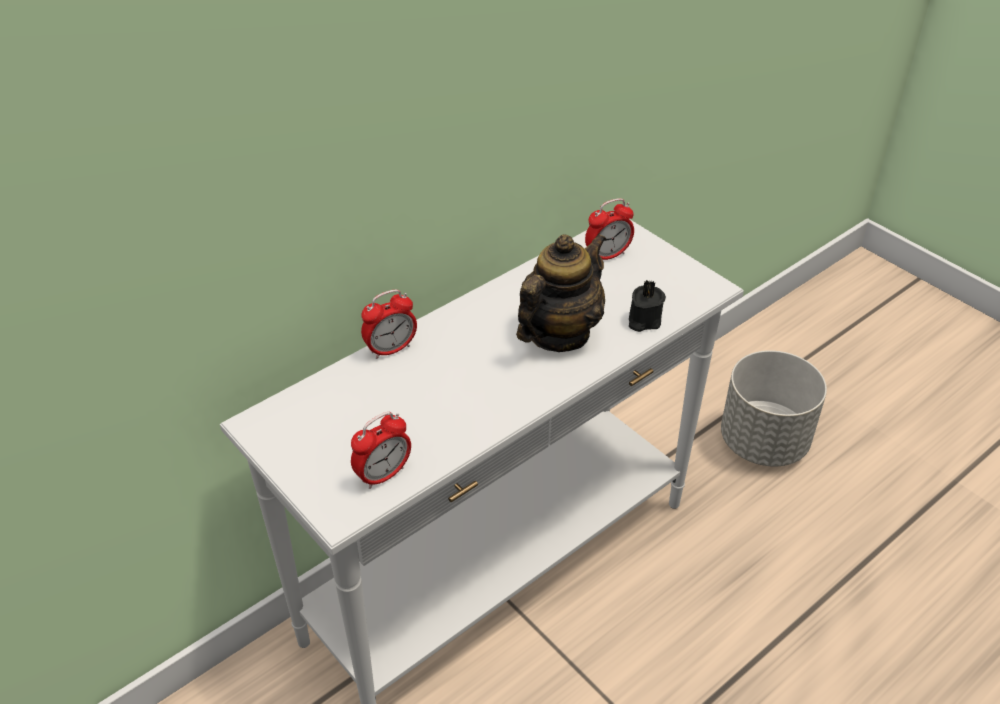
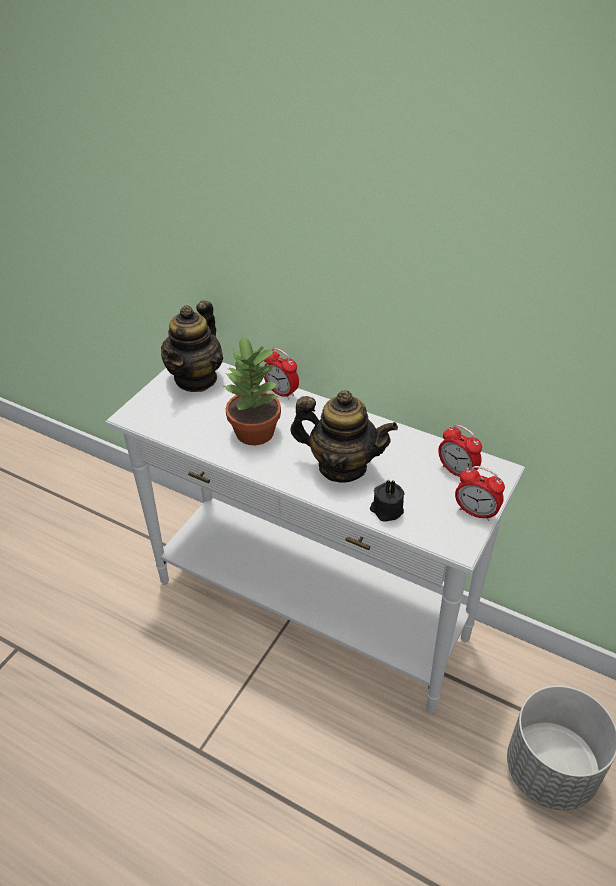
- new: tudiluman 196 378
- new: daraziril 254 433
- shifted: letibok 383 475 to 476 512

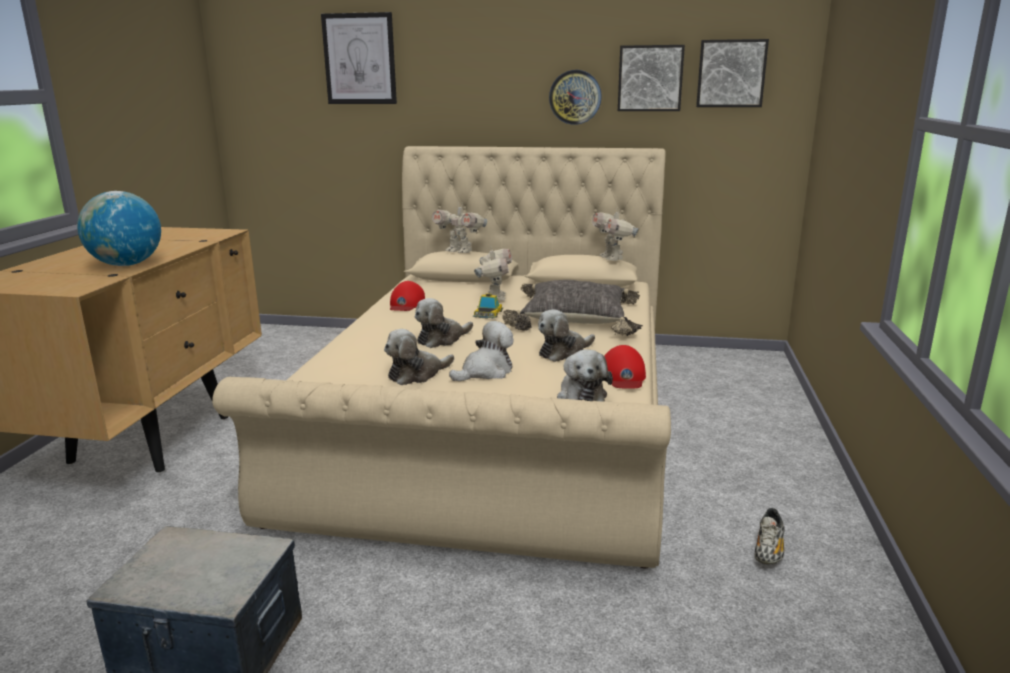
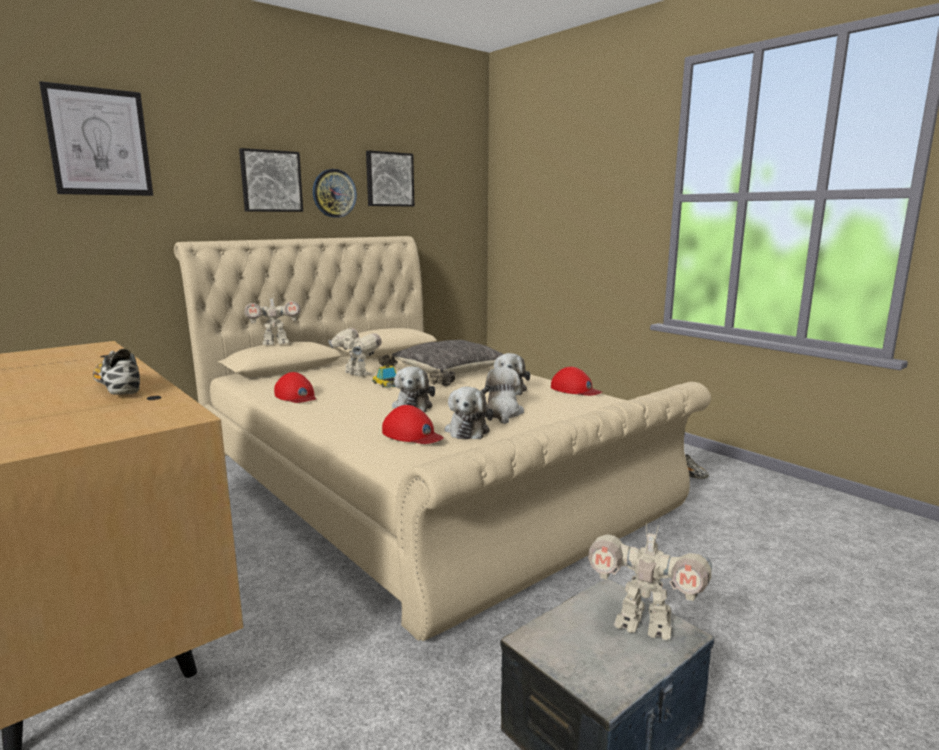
- swapped: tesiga 126 264 to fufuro 119 388
- shifted: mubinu 731 73 to 271 181
- new: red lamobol 412 434
- shifted: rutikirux 612 258 to 643 624
- gone: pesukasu 581 395

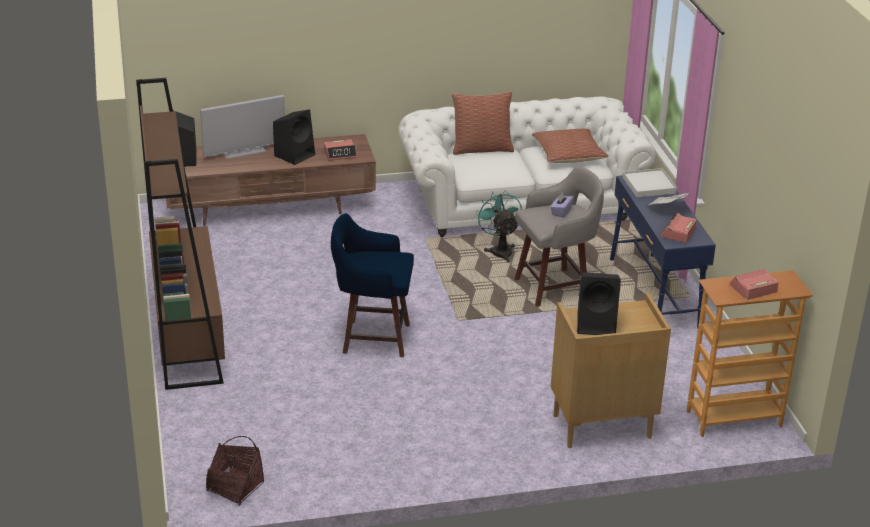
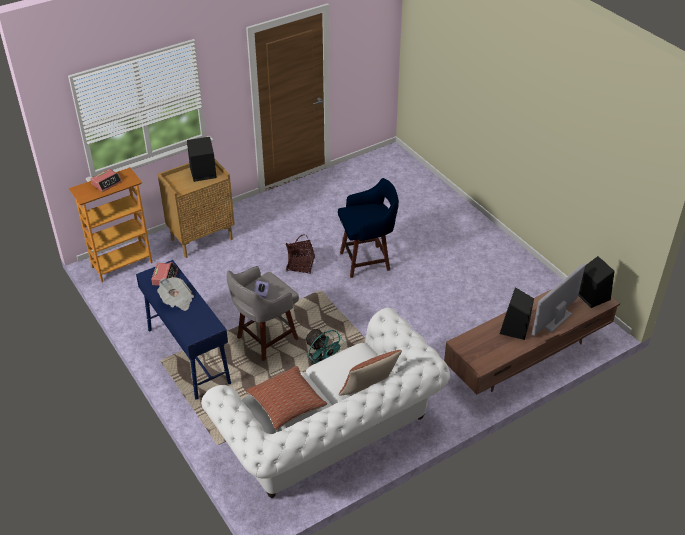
- shifted: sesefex 235 487 to 300 265
- gone: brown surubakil 188 335
- gone: letibok 340 154
- gone: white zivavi 649 185

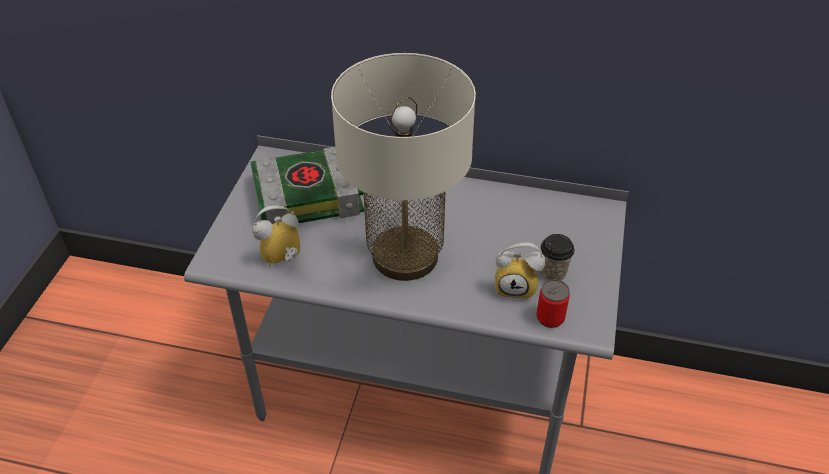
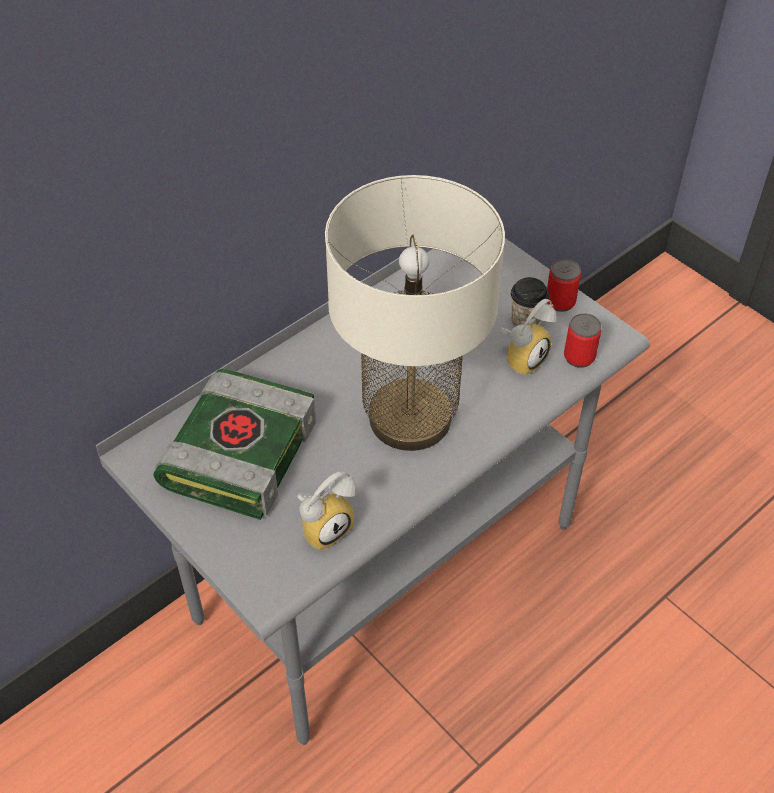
- rotated: letibok 283 261 = 325 526 135 degrees counterclockwise
- new: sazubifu 560 302

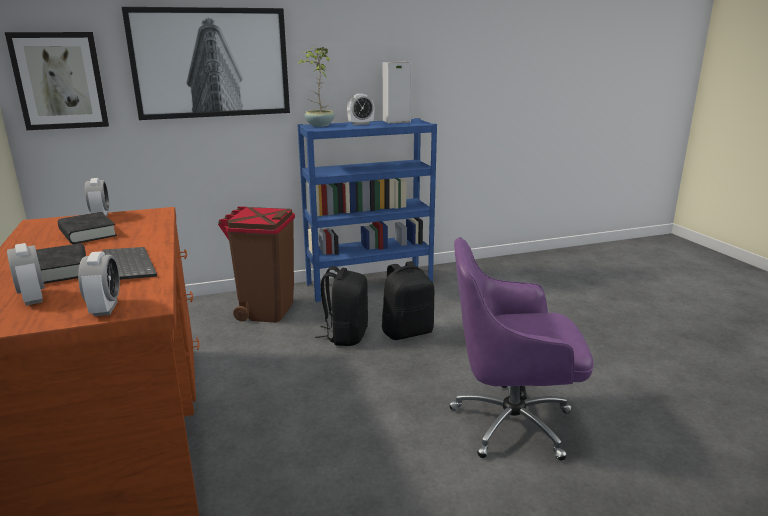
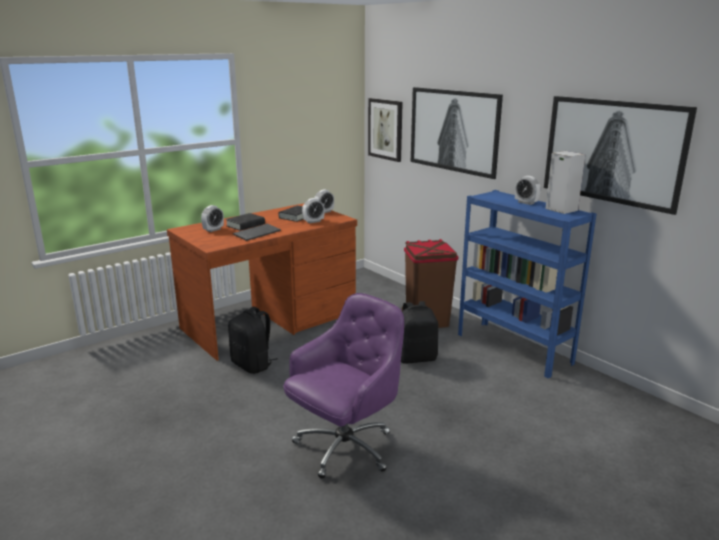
- shifted: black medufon 407 332 to 253 365
- rotated: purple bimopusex 511 422 = 345 447 60 degrees clockwise
- shifted: letibok 105 308 to 313 221
- new: mubinu 613 151
- gone: daraziril 319 125

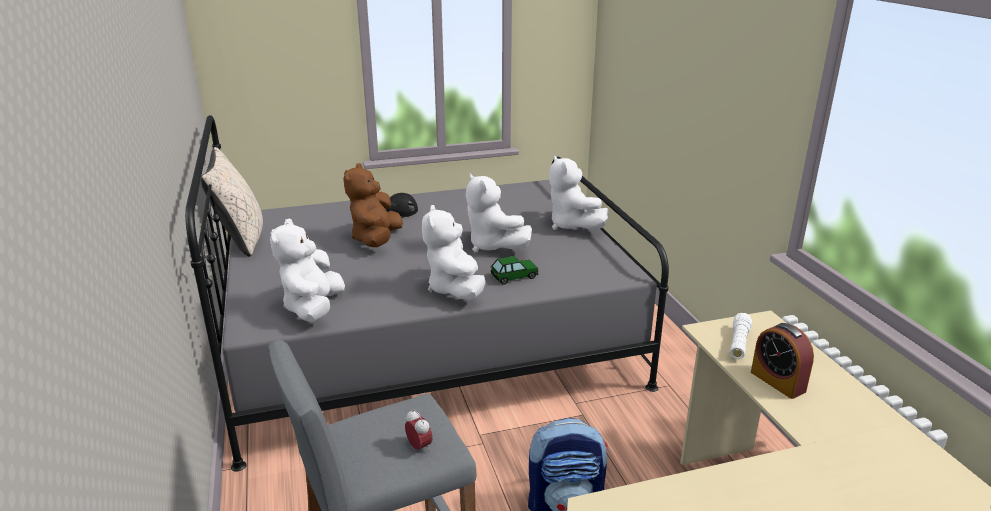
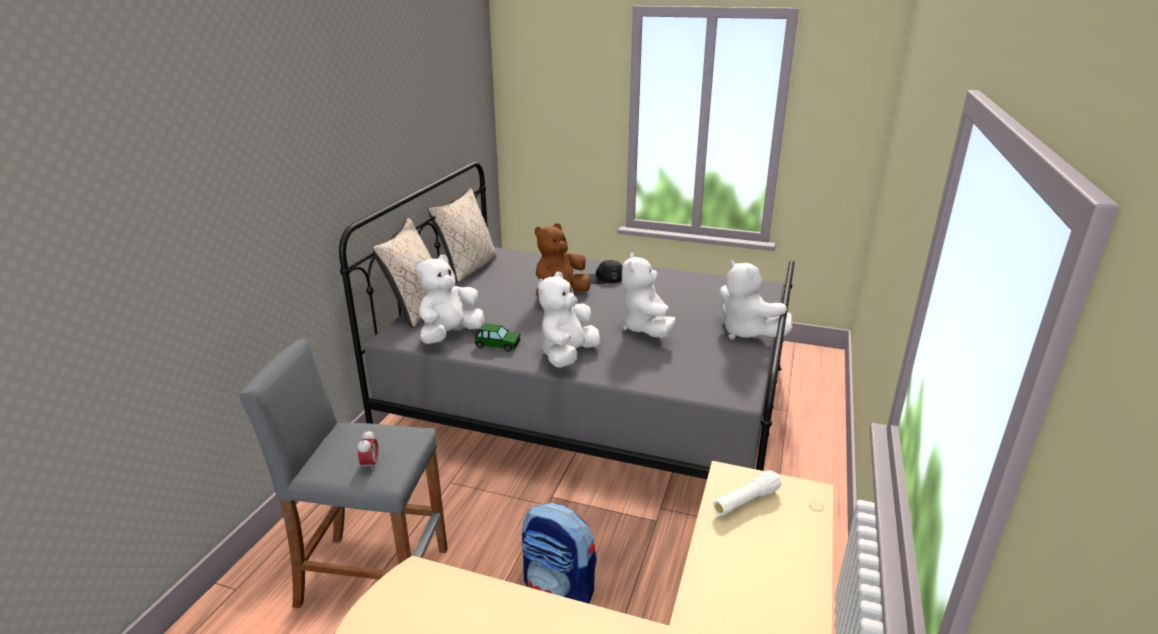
- new: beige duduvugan 416 309
- shifted: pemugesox 514 276 to 498 344
- rotated: white pesukasu 572 225 = 746 332 45 degrees counterclockwise
- gone: letibok 777 381

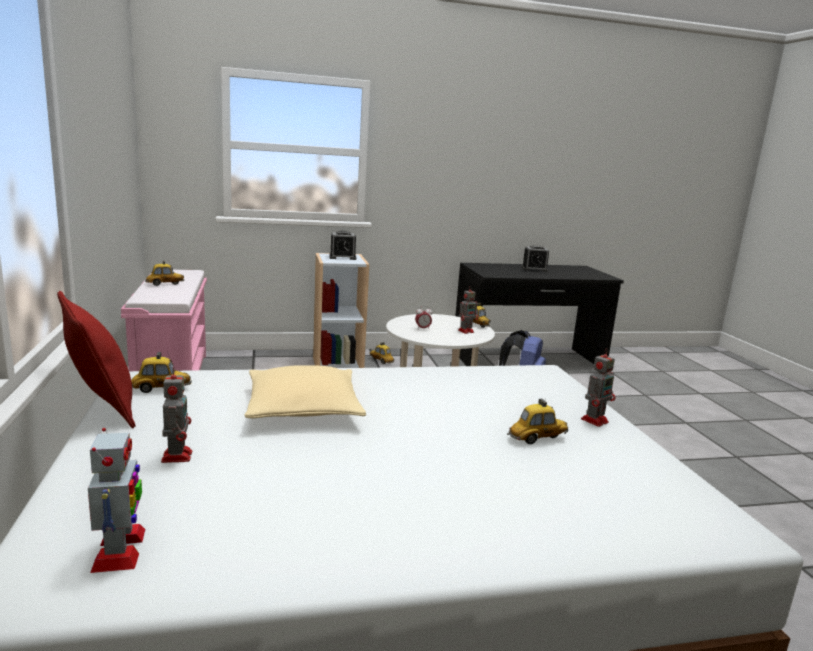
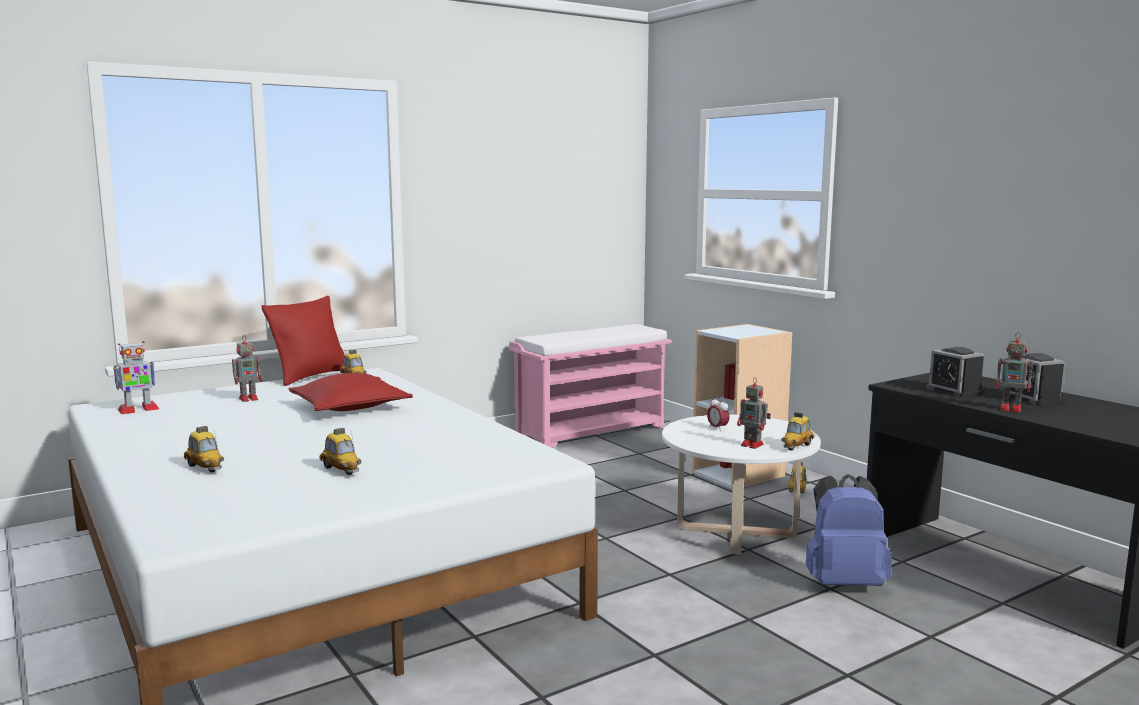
- shifted: pemugesox 165 284 to 205 467
- repainted: beige duduvugan 303 407 to red duduvugan 350 407
- shifted: letibok 342 257 to 954 390
- shifted: rutikirux 595 420 to 1012 409

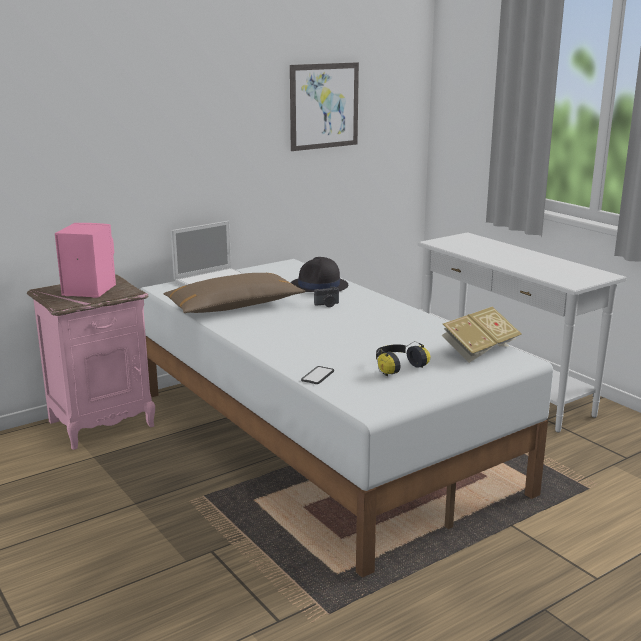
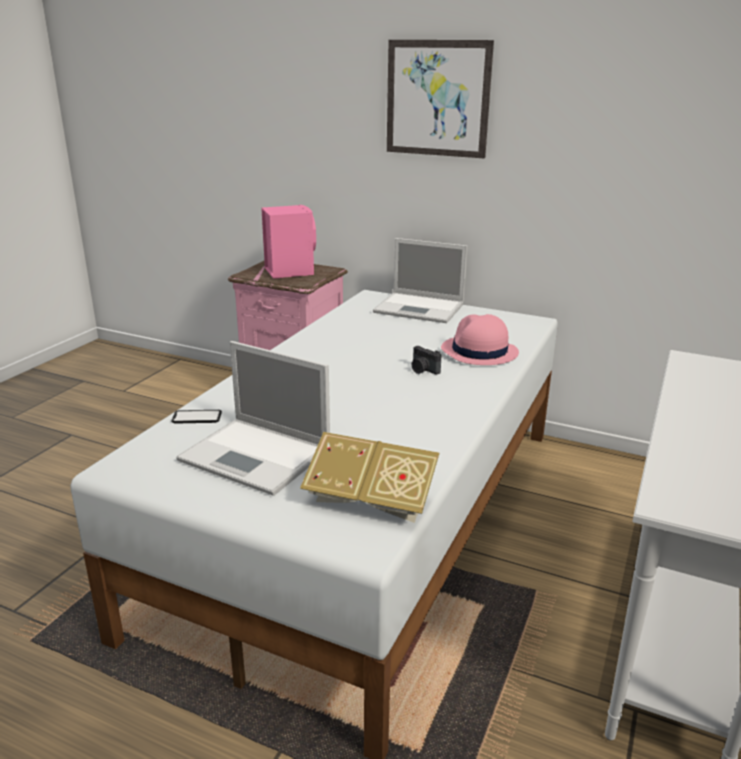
- swapped: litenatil 397 367 to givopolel 257 456
- shifted: mubinu 324 106 to 437 99
- repainted: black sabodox 319 286 to pink sabodox 479 352
- gone: brown duduvugan 234 306

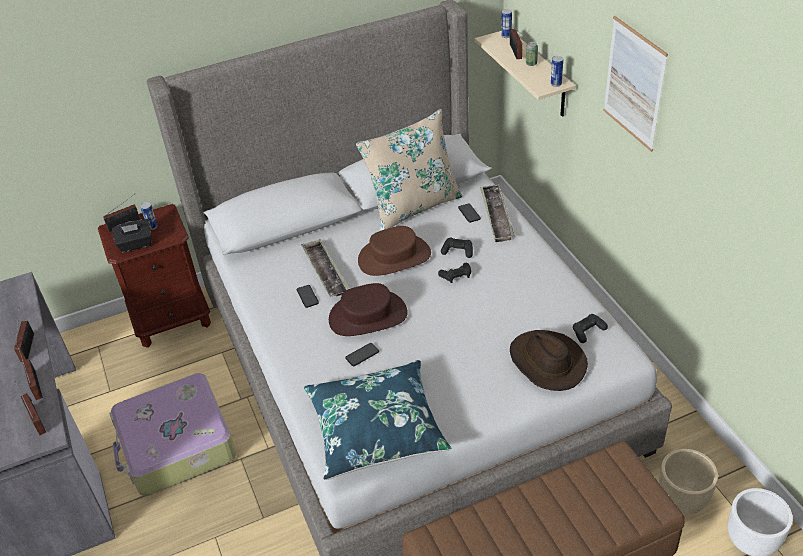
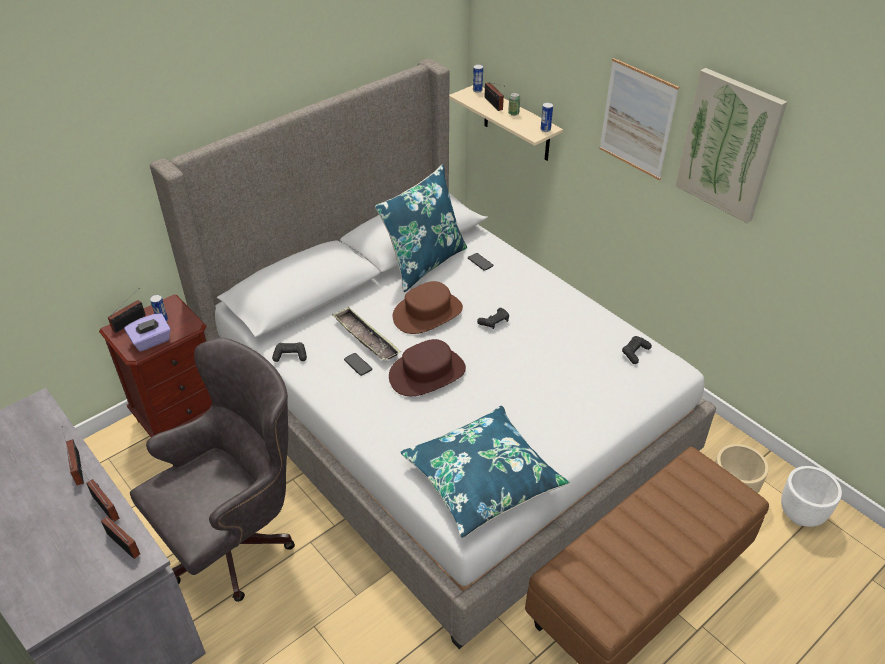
- repainted: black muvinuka 135 244 to purple muvinuka 151 341
- swapped: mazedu 176 445 to grey bimopusex 235 543
- shifted: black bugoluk 458 251 to 290 356
- repainted: beige duduvugan 413 206 to blue duduvugan 424 263
- new: mubinu 729 145
- gone: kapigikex 362 355
- gone: zivavi 496 216
- gone: brown sabodox 546 362

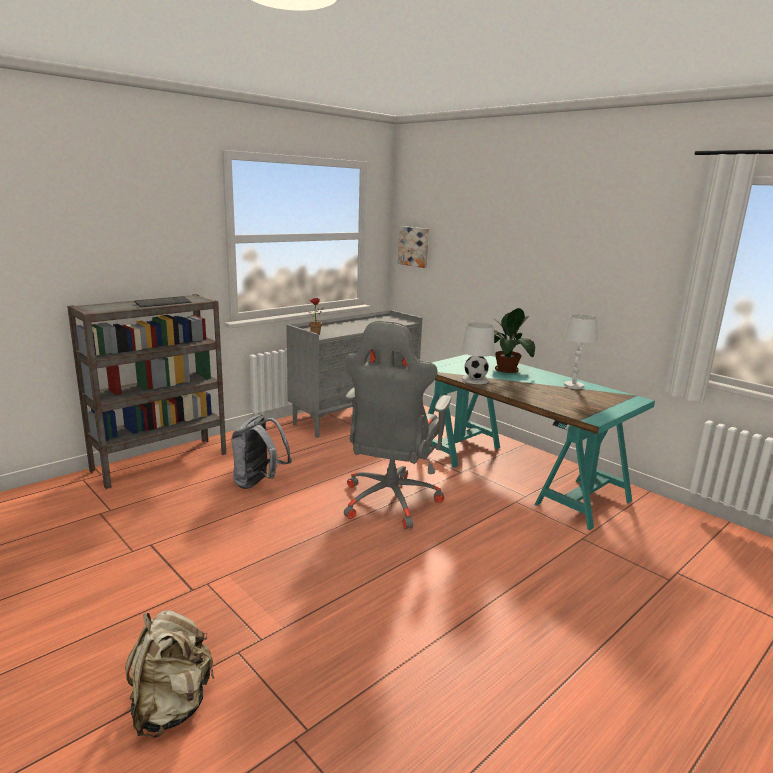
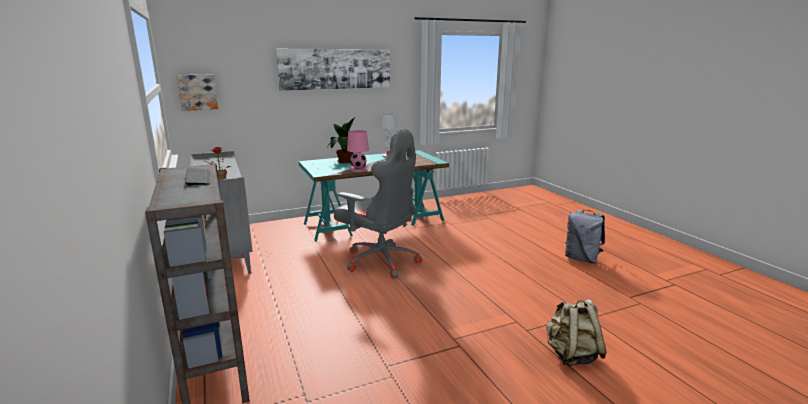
- new: mubinu 335 69
- repainted: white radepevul 475 380 to pink radepevul 358 169
- shifted: grey medufon 259 483 to 582 259

